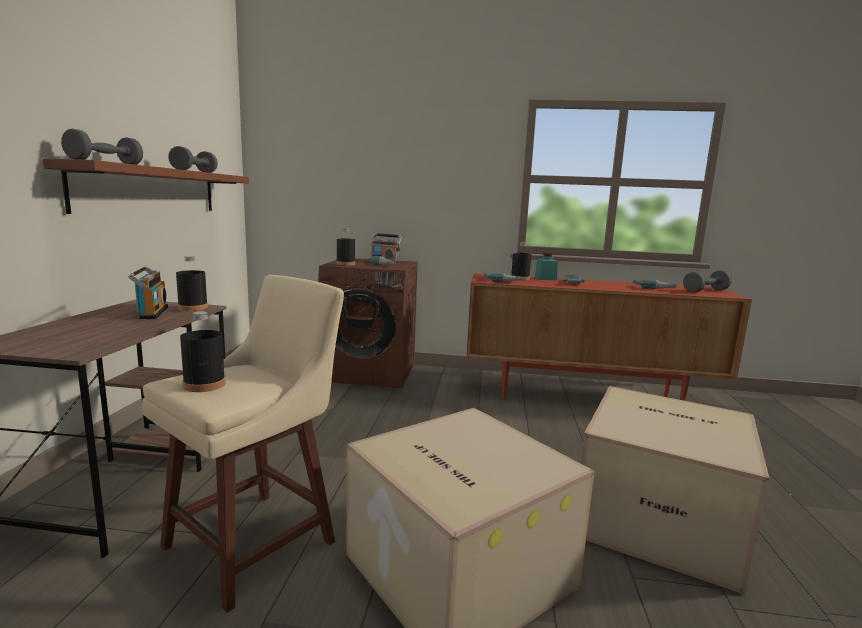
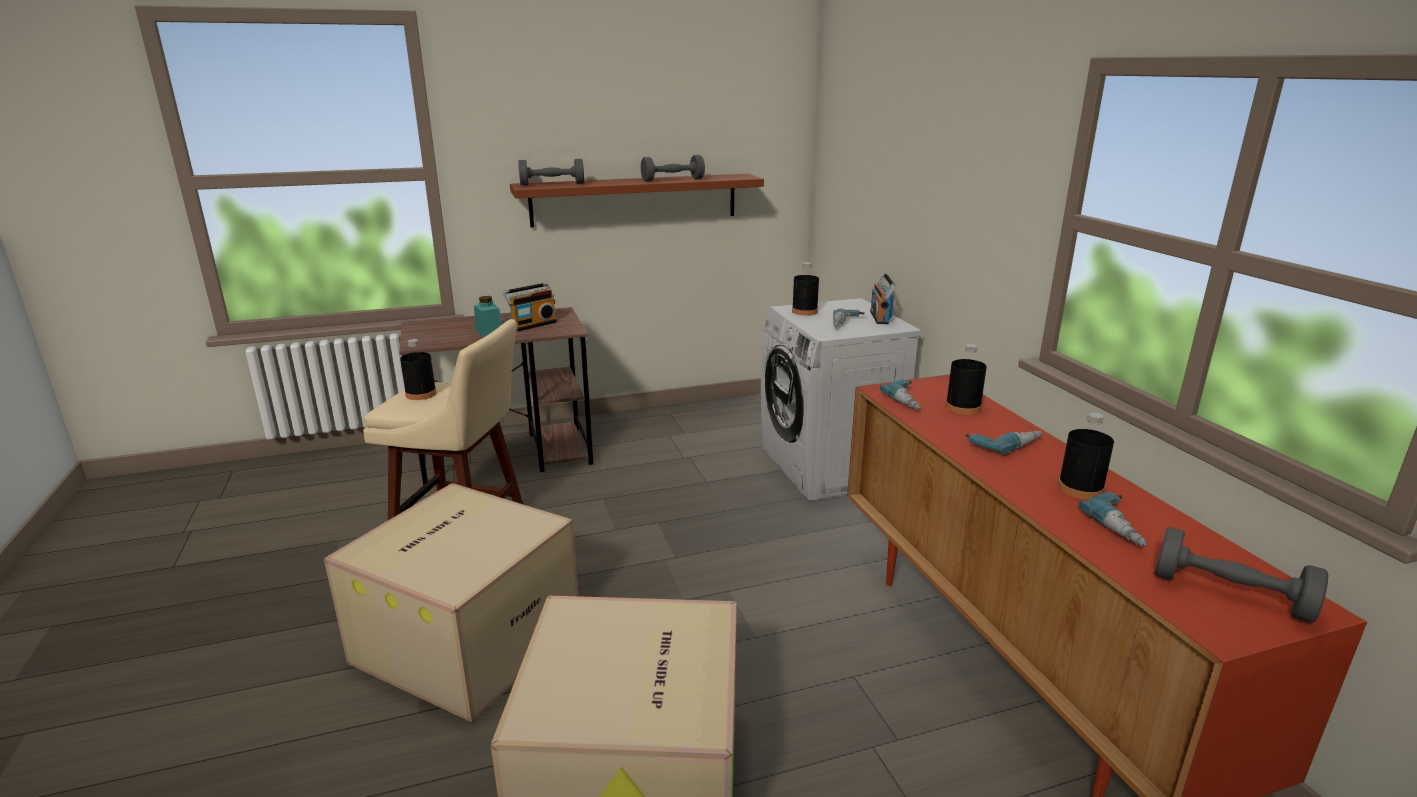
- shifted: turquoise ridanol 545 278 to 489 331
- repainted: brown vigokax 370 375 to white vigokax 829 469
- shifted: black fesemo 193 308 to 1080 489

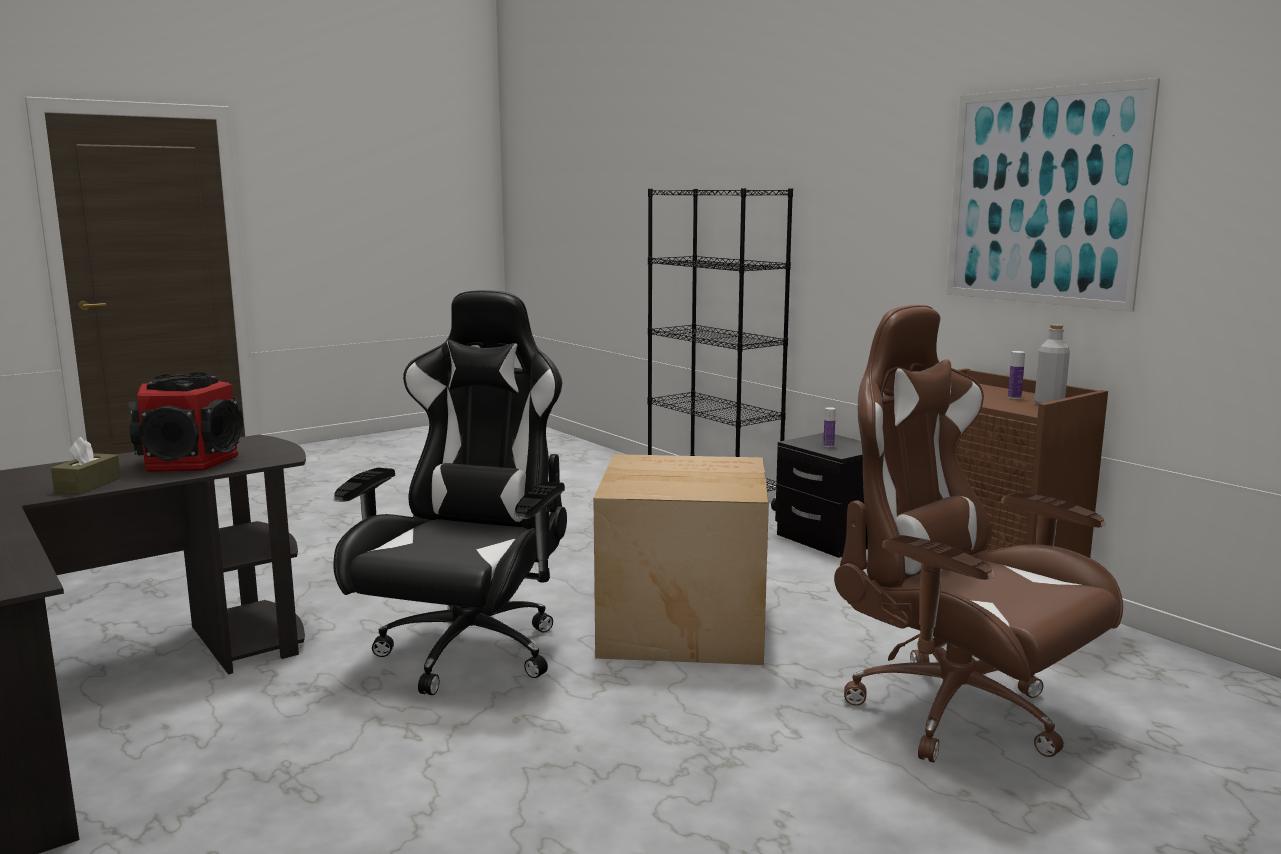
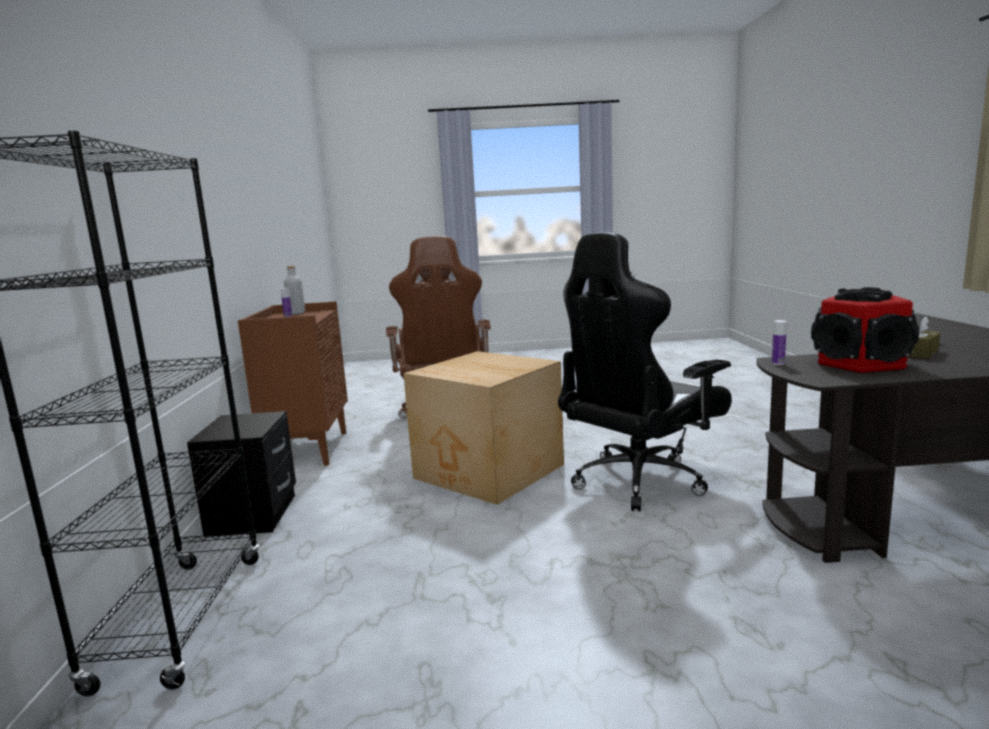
- shifted: fesemo 828 446 to 778 363
- gone: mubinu 1043 197

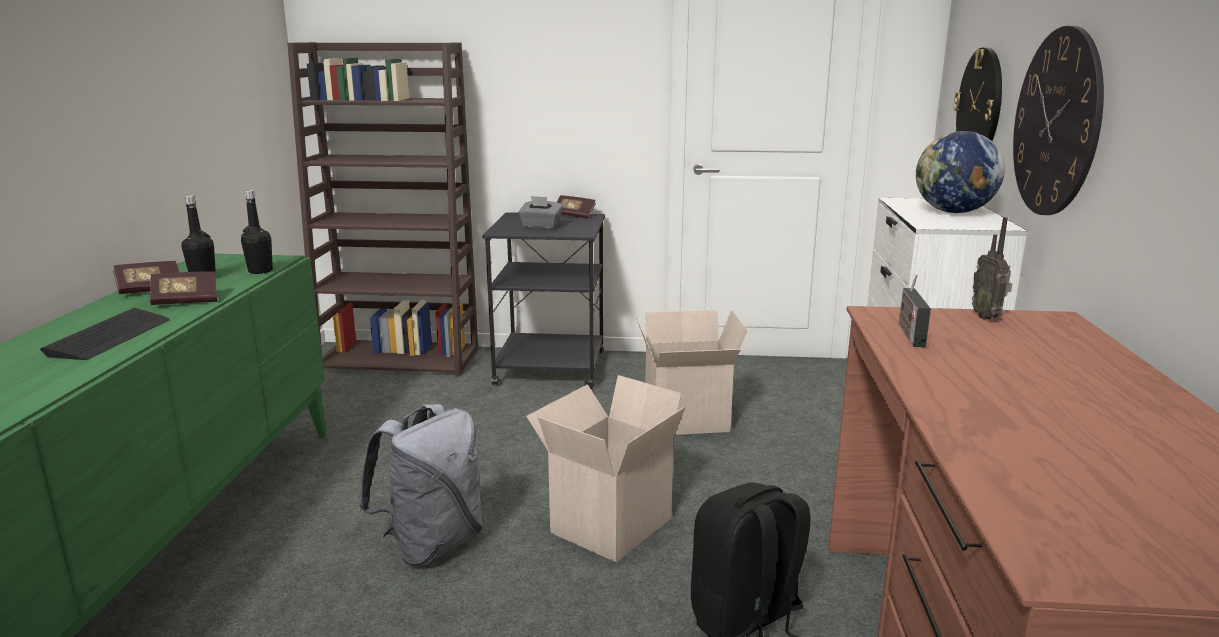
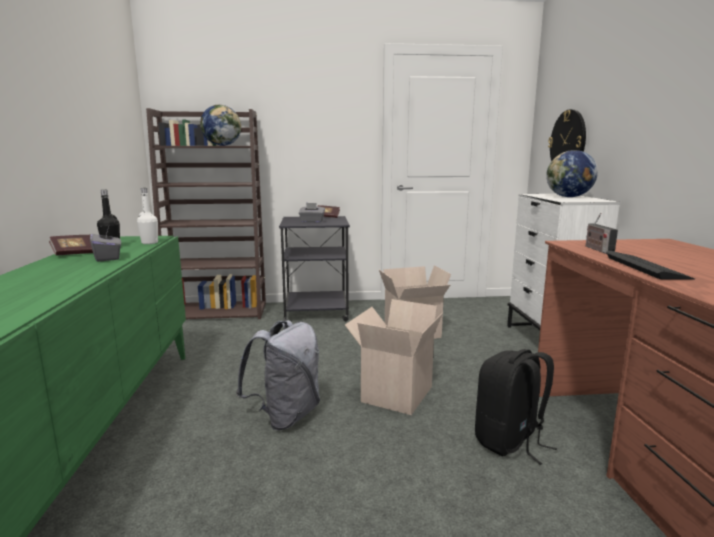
- swapped: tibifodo 186 301 to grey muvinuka 108 258
- repainted: black fesemo 260 271 to white fesemo 149 243
- new: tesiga 222 145
- shifted: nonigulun 110 337 to 646 267
- gone: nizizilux 987 317
- gone: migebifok 1056 122

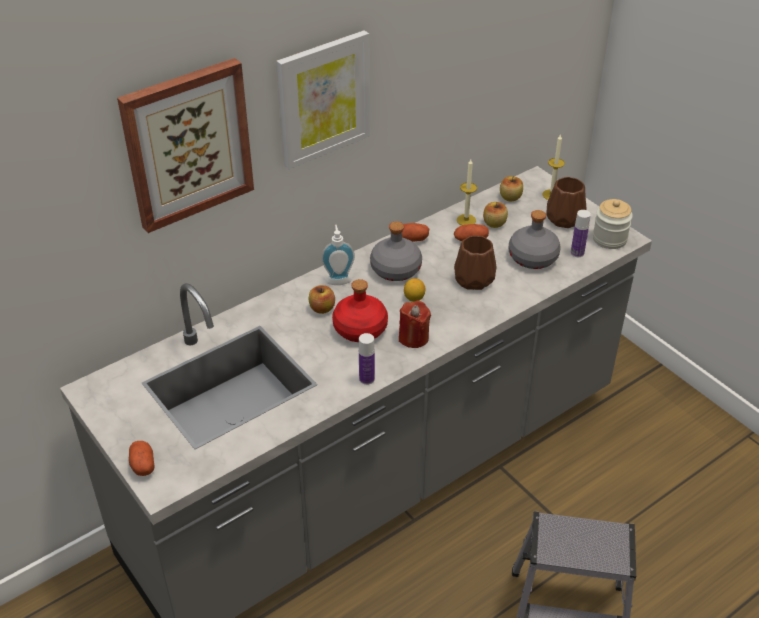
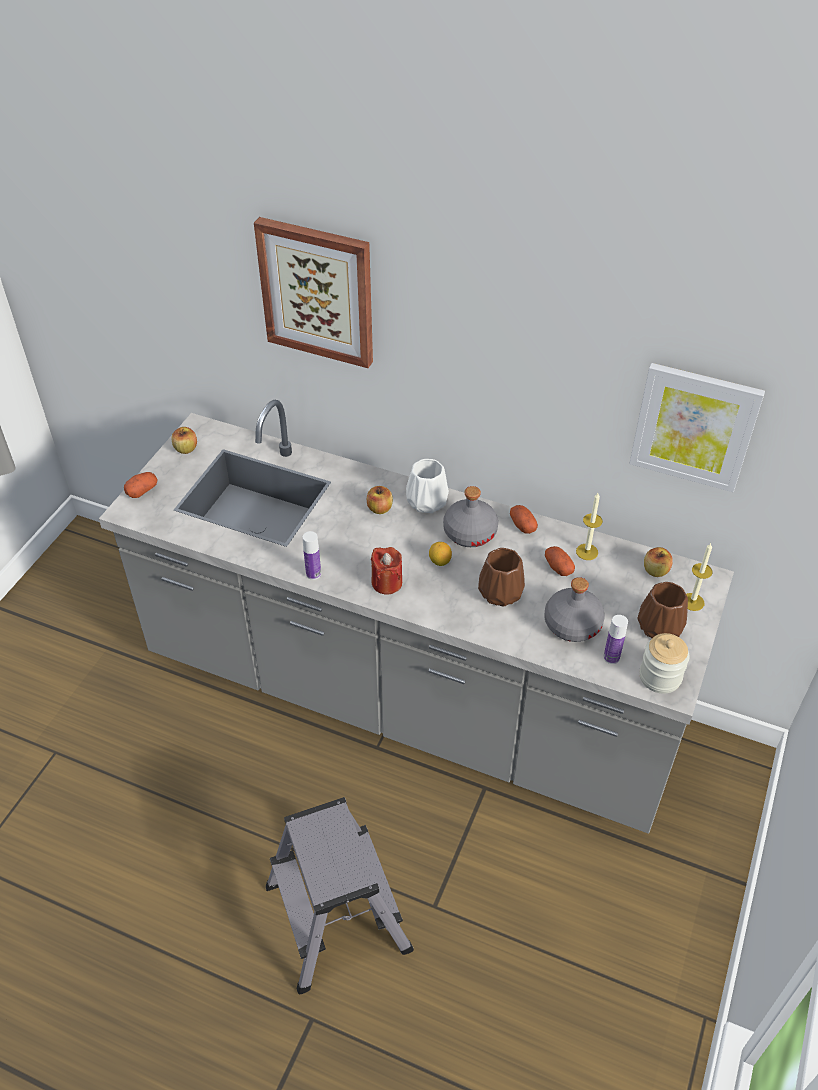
- shifted: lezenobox 494 223 to 186 449
- swapped: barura 338 279 to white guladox 425 502
- shifted: mubinu 323 99 to 694 426
- gone: red fesemo 360 329

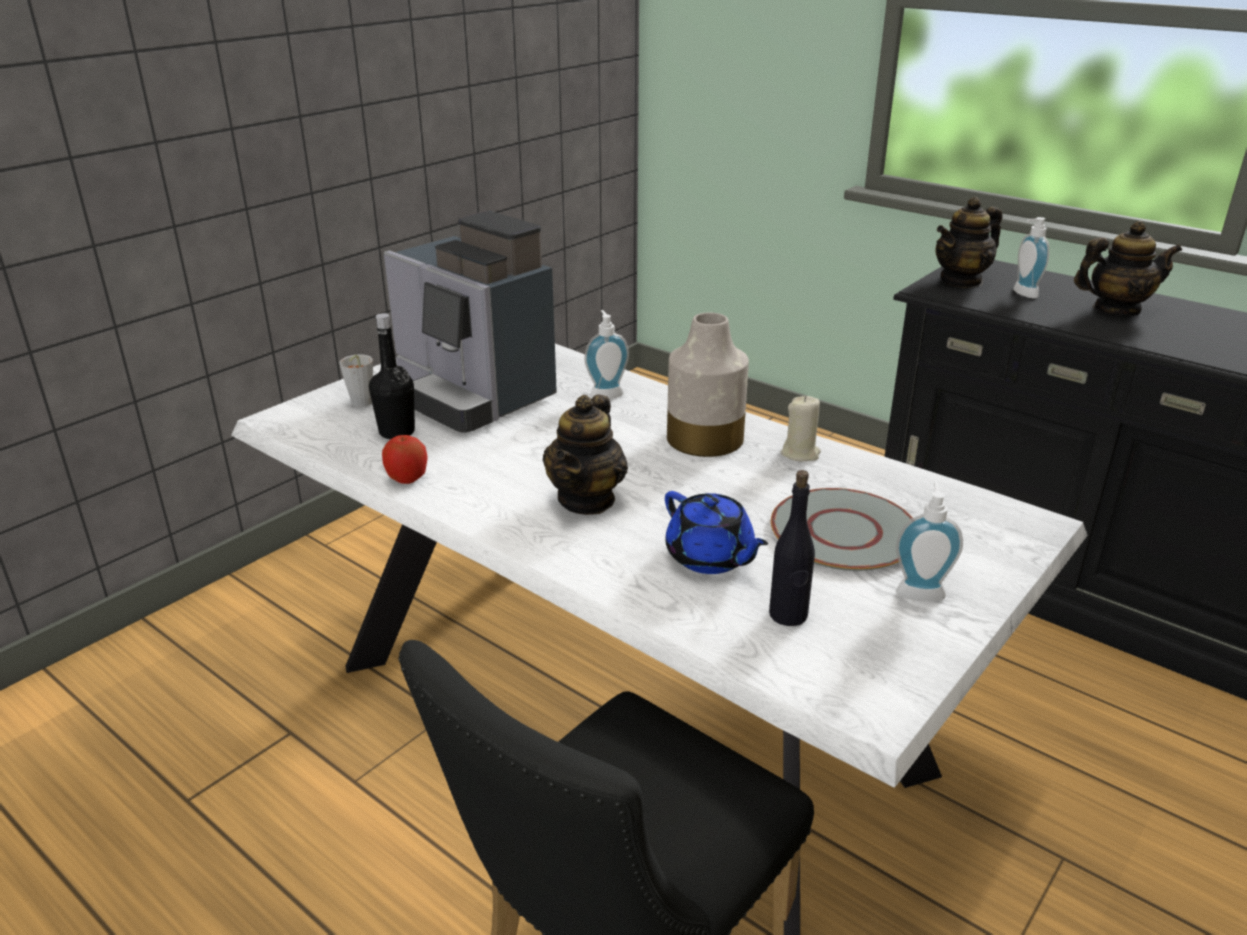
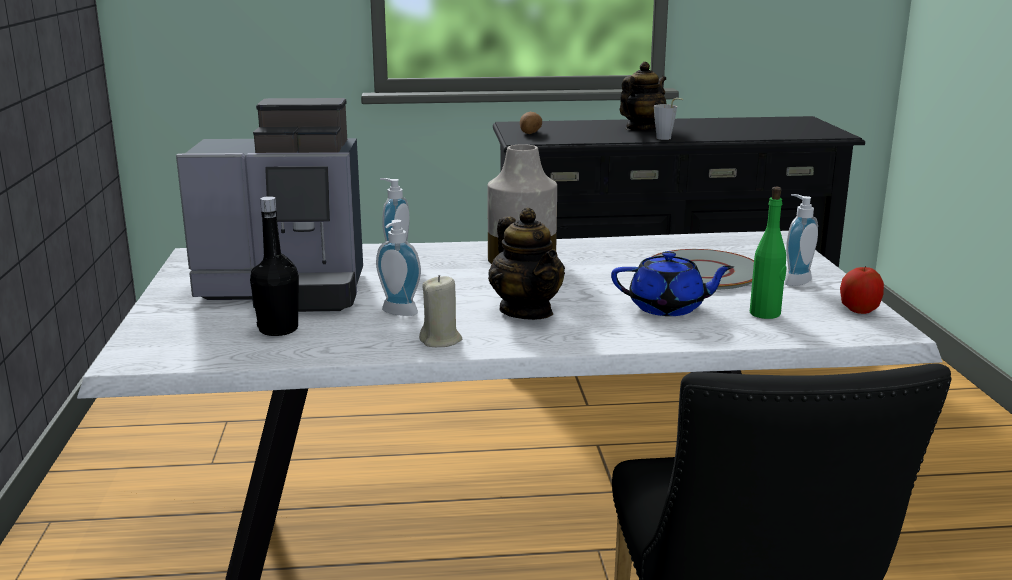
- shifted: barura 1022 294 to 397 313
- shifted: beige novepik 800 453 to 441 340
- swapped: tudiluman 961 280 to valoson 529 133
- shifted: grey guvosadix 360 404 to 666 139
- repainted: black fesemo 788 615 to green fesemo 765 314
- shifted: lezenobox 407 478 to 859 310

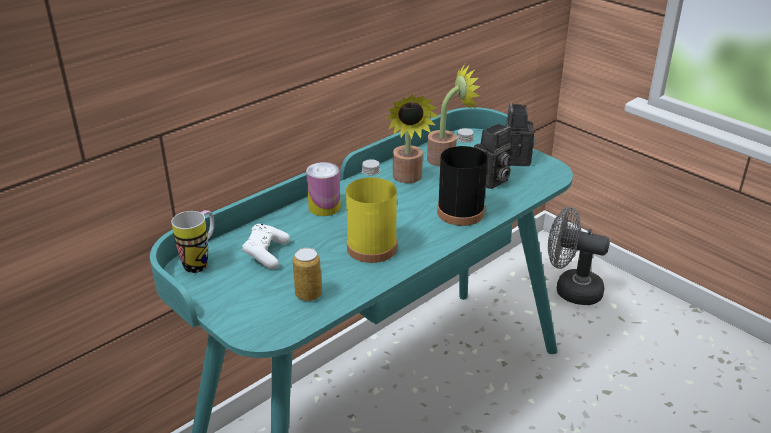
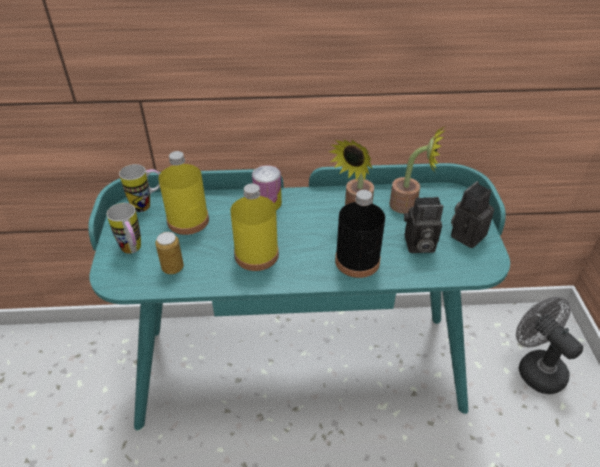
- new: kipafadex 133 251
- swapped: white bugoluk 266 254 to yellow fesemo 188 220

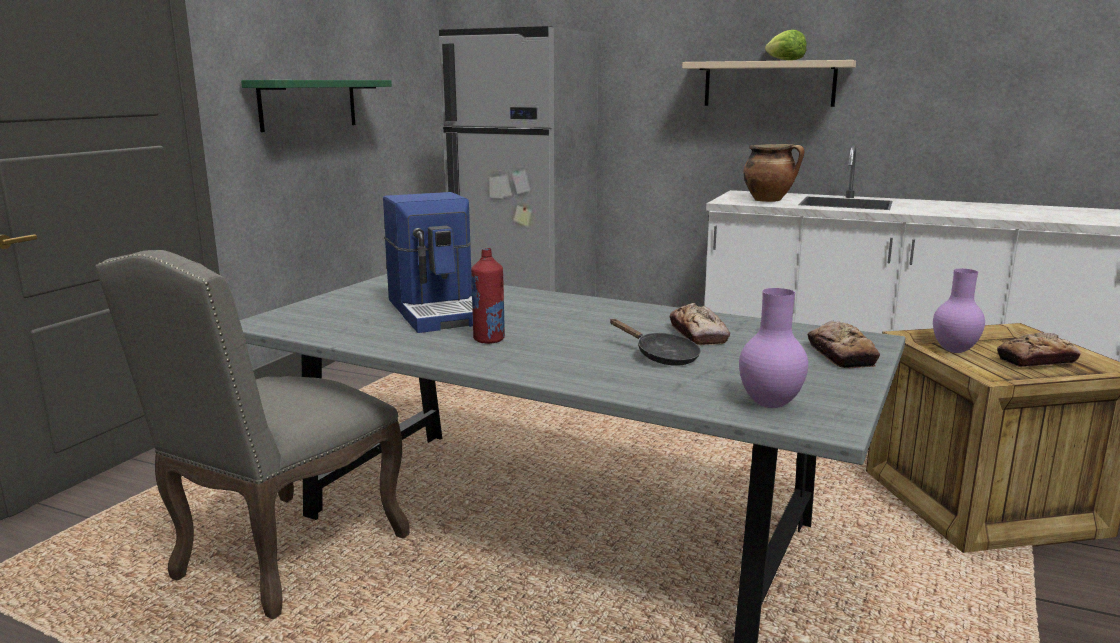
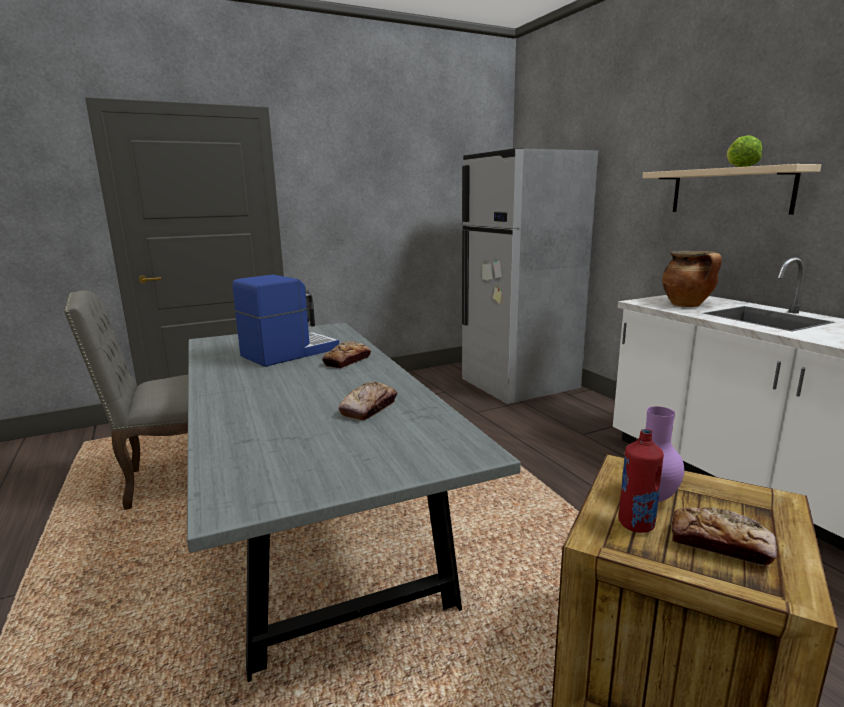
- rotated: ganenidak 439 311 = 289 352 150 degrees counterclockwise
- shifted: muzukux 841 355 to 347 361
- shifted: red fesemo 489 339 to 636 524
- gone: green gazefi 308 104
- gone: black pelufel 661 356
- gone: purple guladox 769 405

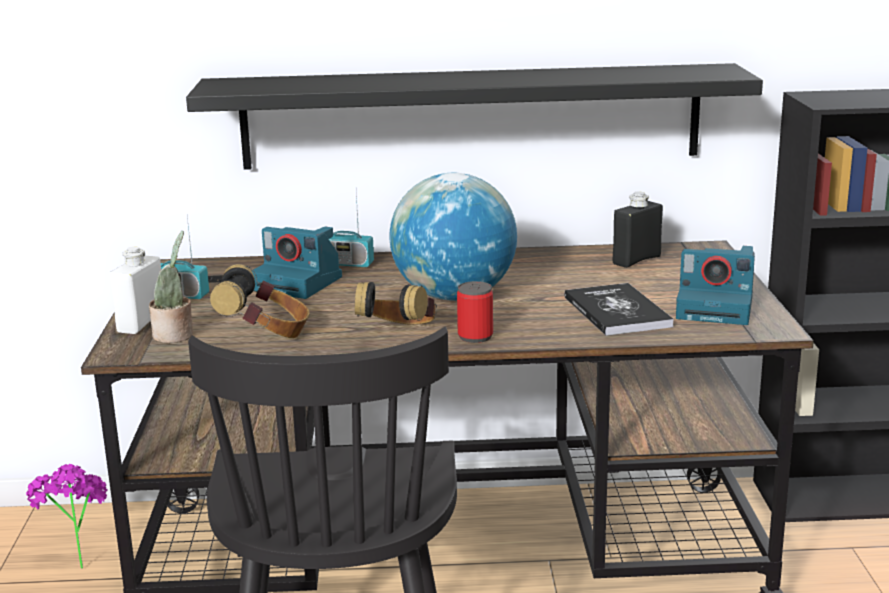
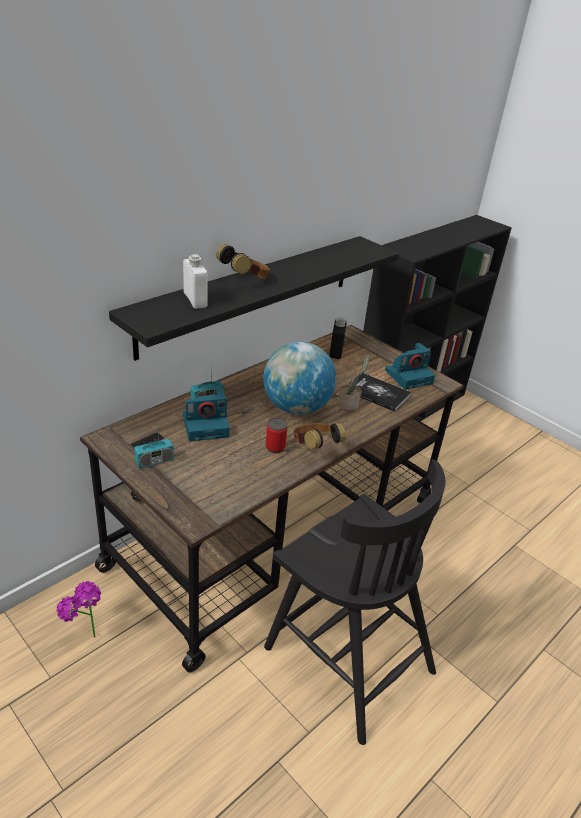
- shifted: white fesemo 142 323 to 195 300
- shifted: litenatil 265 334 to 245 280
- shifted: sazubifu 475 336 to 275 447
- shifted: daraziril 175 336 to 350 405

